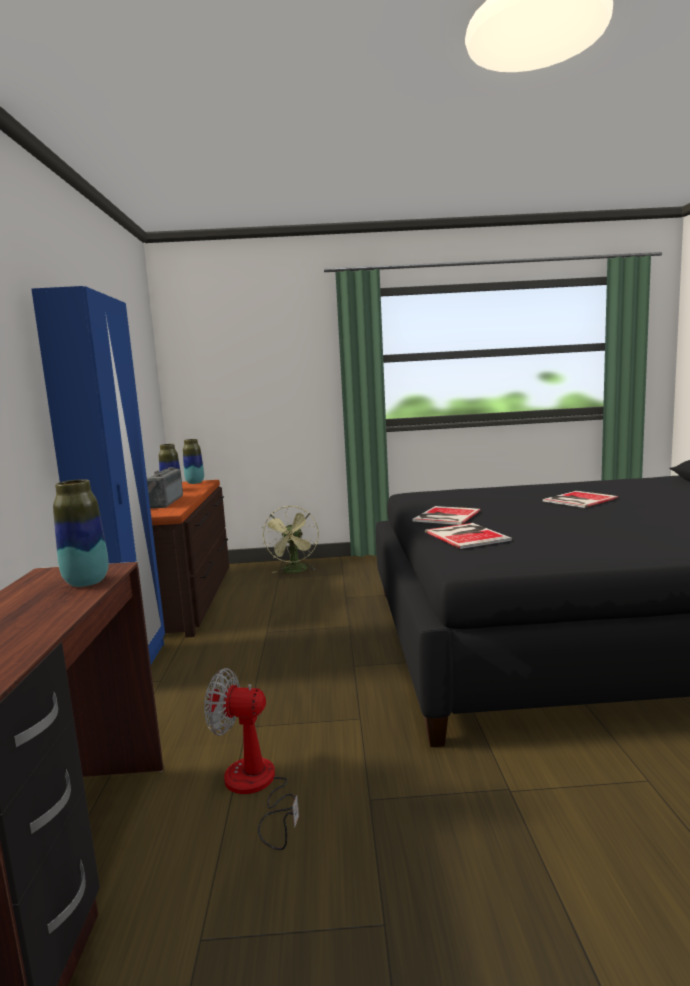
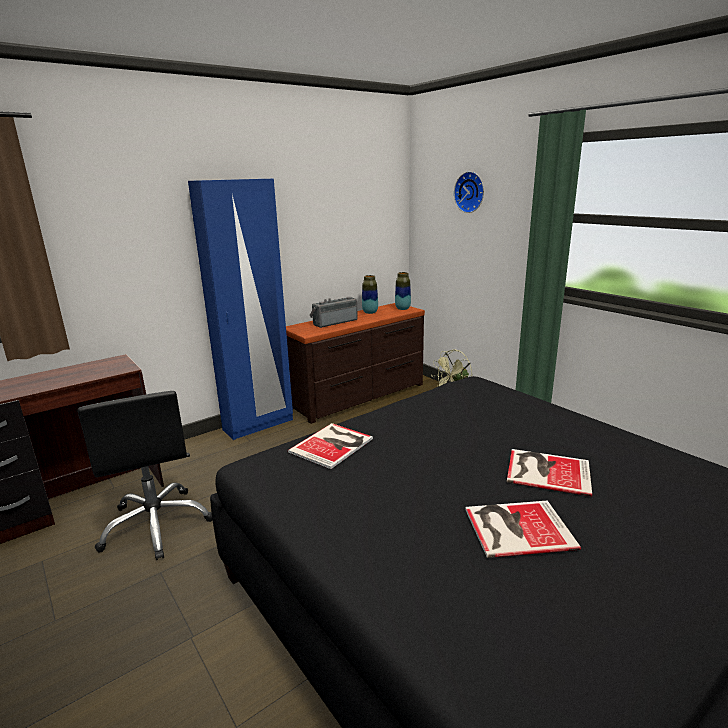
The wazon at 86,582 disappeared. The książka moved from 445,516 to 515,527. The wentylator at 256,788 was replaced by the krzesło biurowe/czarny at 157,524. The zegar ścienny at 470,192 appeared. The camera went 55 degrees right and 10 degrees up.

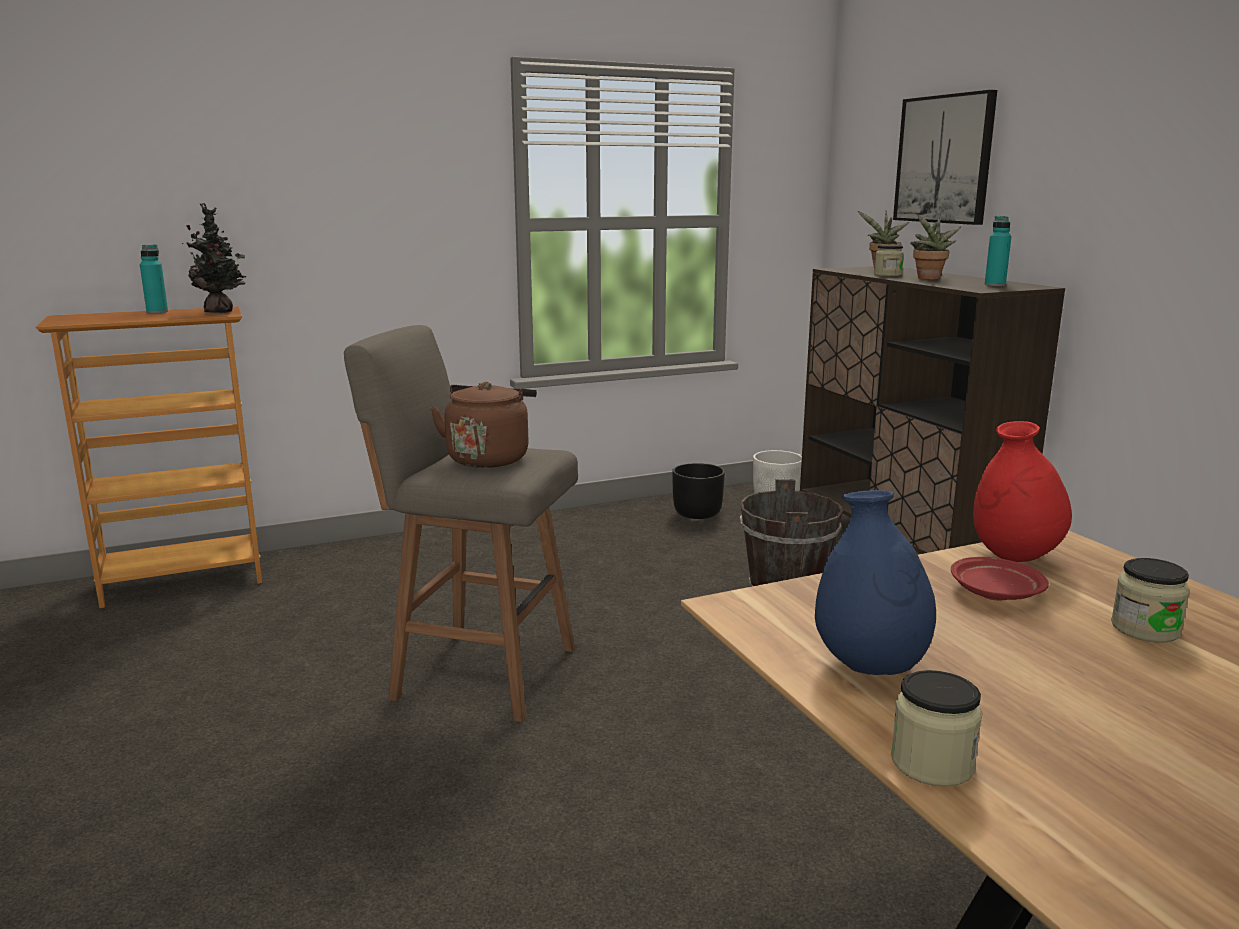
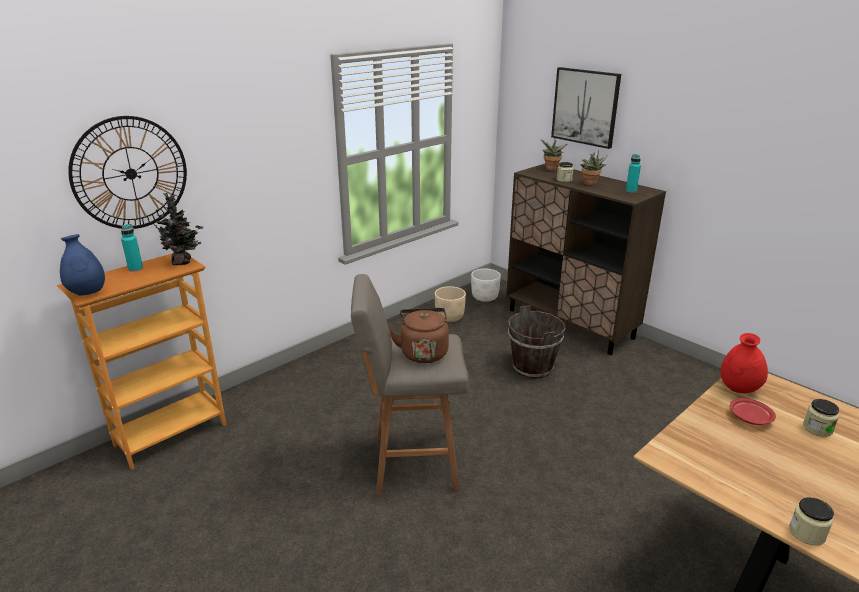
The donica/czarny at 697,513 became the donica/beżowy at 449,317. The wazon/niebieski moved from 870,666 to 87,293. The zegar ścienny at 130,173 appeared. The camera went 20 degrees left and 10 degrees up.

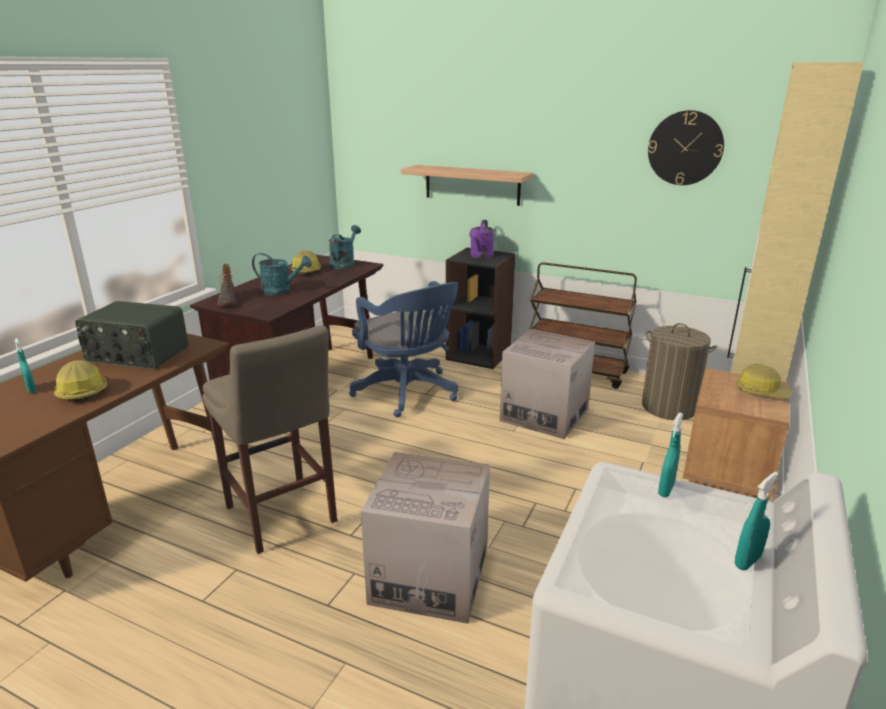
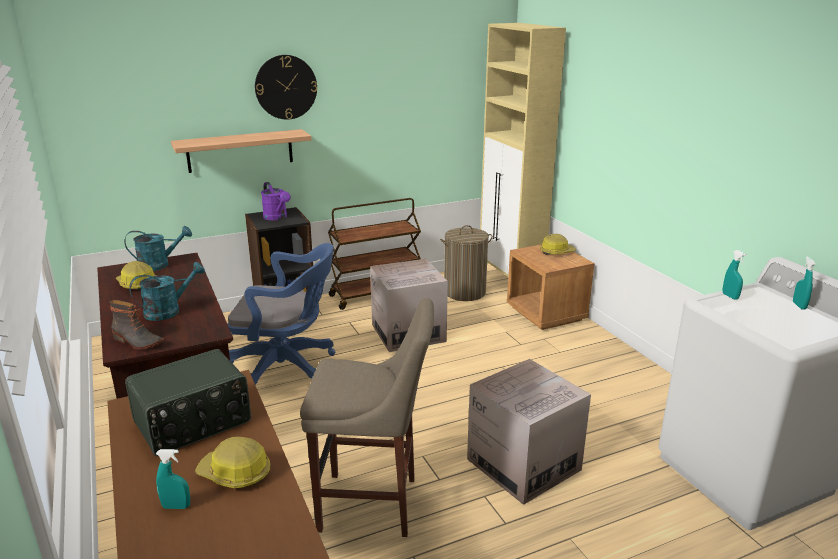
The zegar ścienny moved from 685,148 to 286,87. The konewka/turkusowy at 344,264 turned 105 degrees clockwise. The camera went 50 degrees left and 0 degrees up.

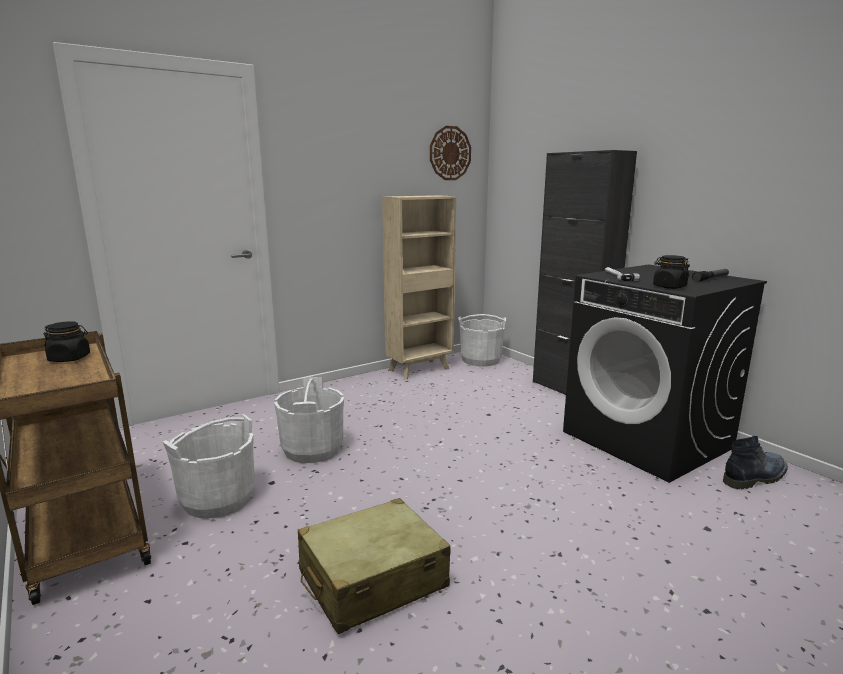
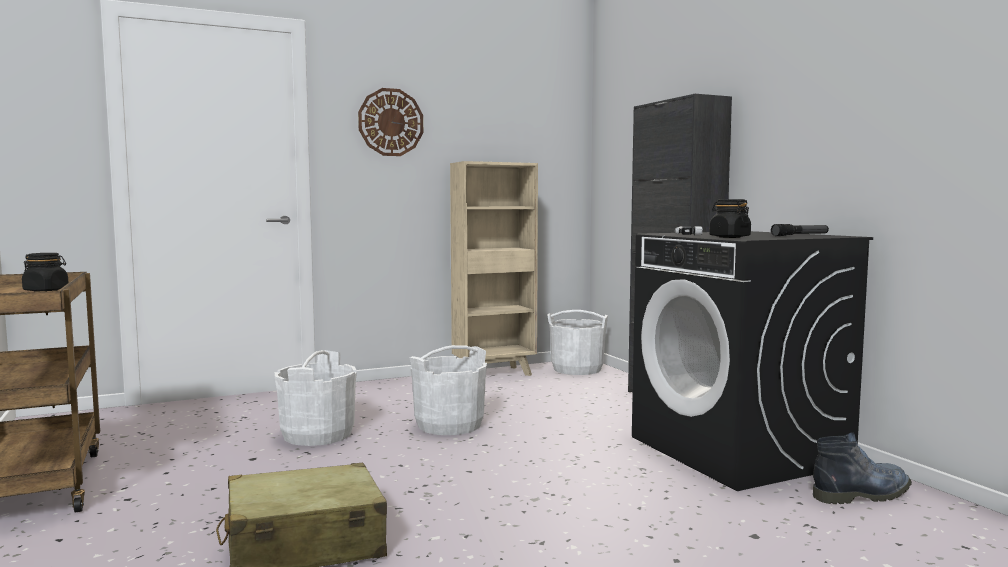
The zegar ścienny moved from 450,153 to 391,122. The wiadro/biały moved from 217,498 to 449,425. The camera went 10 degrees right and 10 degrees down.

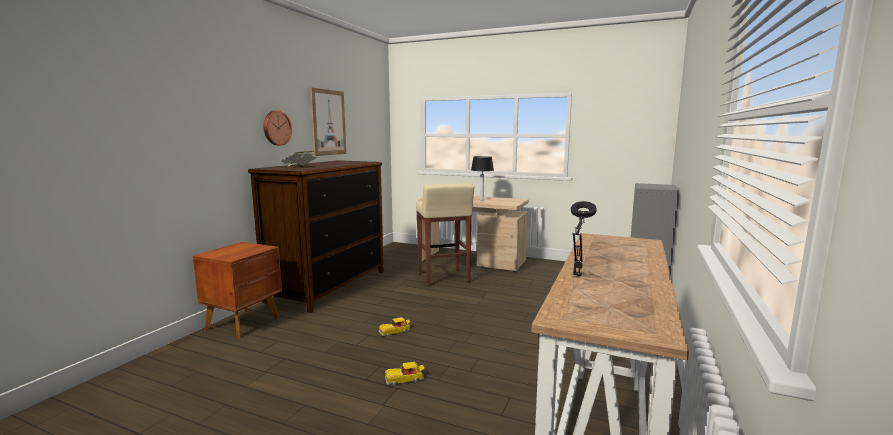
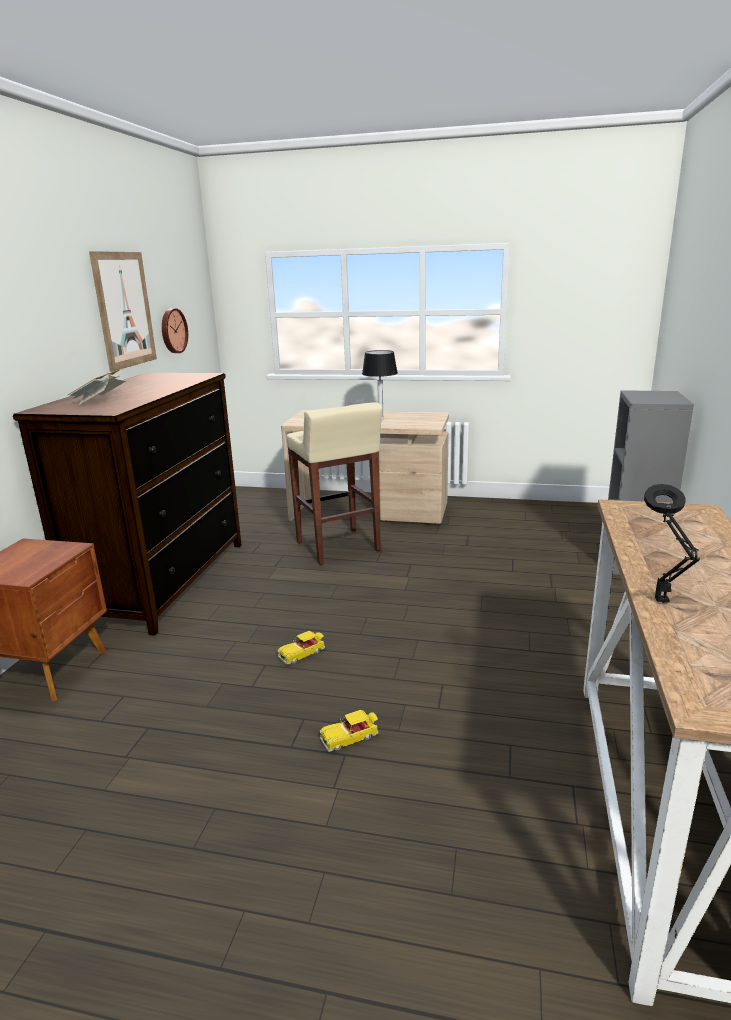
The zegar ścienny moved from 276,128 to 172,331. The camera went 10 degrees left and 10 degrees up.

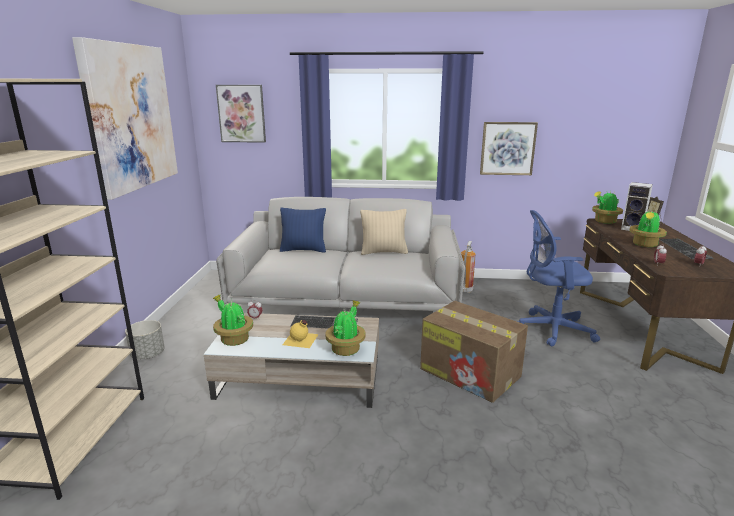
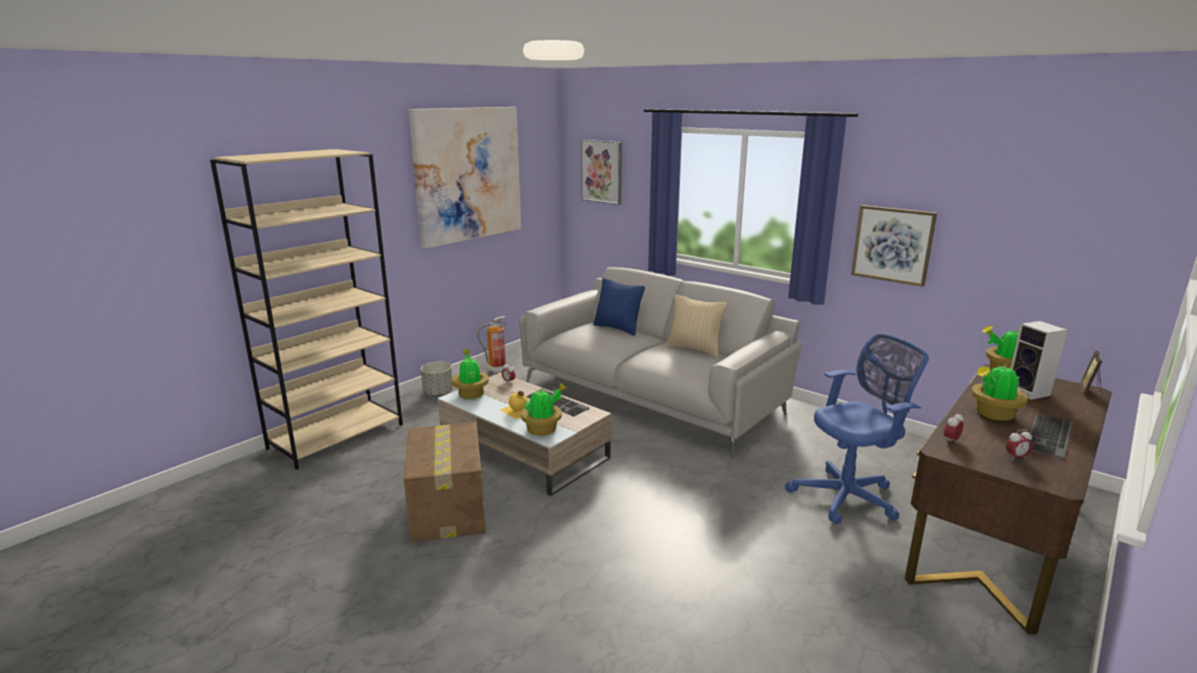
The krzesło biurowe/niebieski at 550,329 turned 120 degrees clockwise. The gaśnica moved from 465,291 to 496,370. The karton moved from 471,373 to 448,509. The camera went 35 degrees right and 0 degrees up.

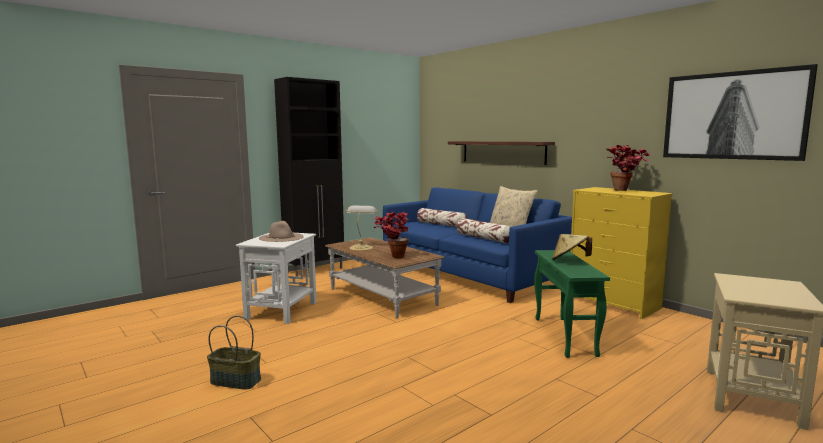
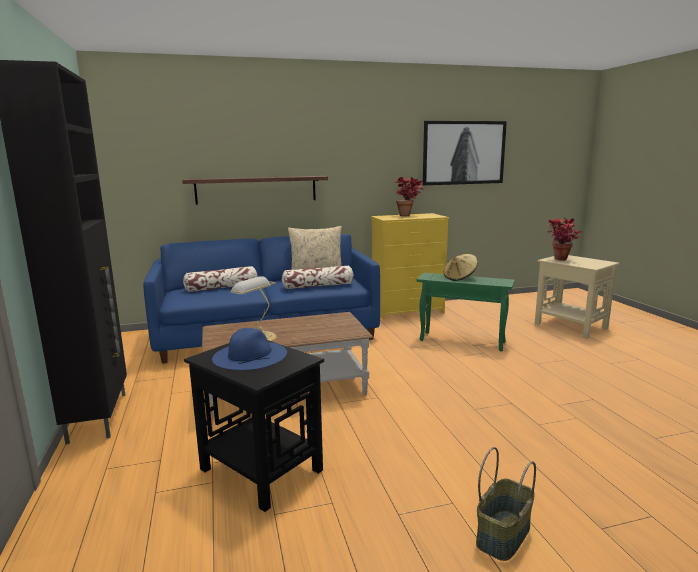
The roślina doniczkowa moved from 393,256 to 560,260. The kapelusz/beżowy at 281,237 became the kapelusz/niebieski at 250,355. The stolik/biały at 282,310 became the stolik/czarny at 260,469. The camera went 65 degrees left and 5 degrees up.

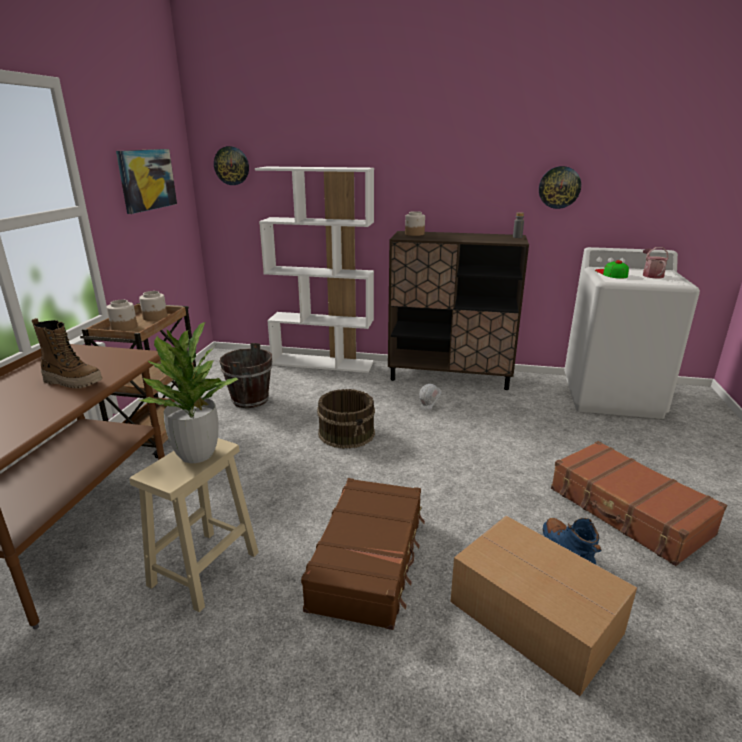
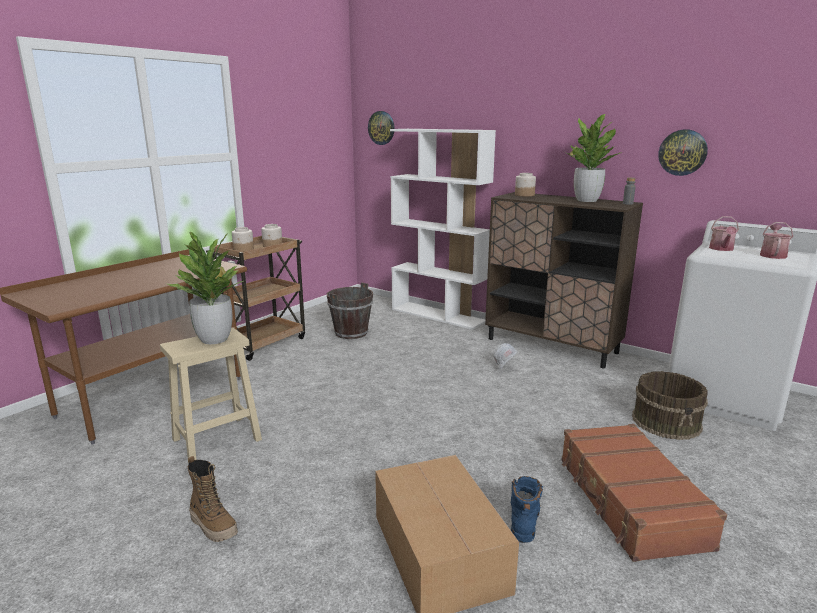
The obraz at 147,179 disappeared. The czapka z daszkiem at 611,273 was replaced by the konewka at 722,249. The but z cholewką moved from 73,382 to 213,526. The wiadro/brązowy moved from 347,433 to 667,422. The walizka/brązowy at 369,560 disappeared. The roślina doniczkowa at 586,200 appeared. The camera went 25 degrees right and 5 degrees down.

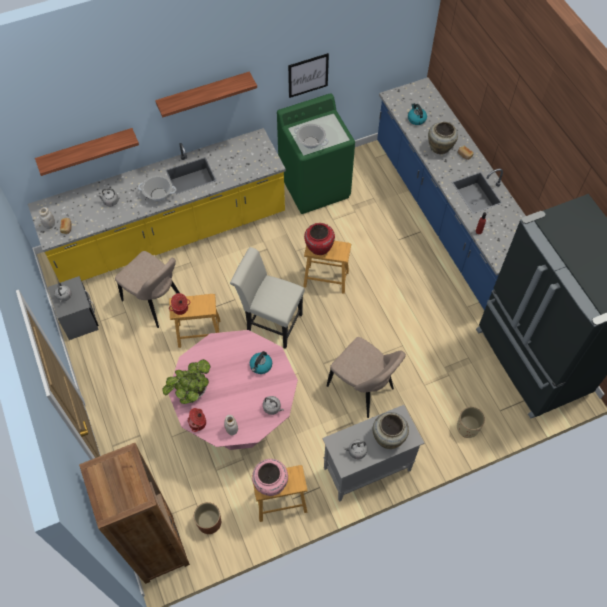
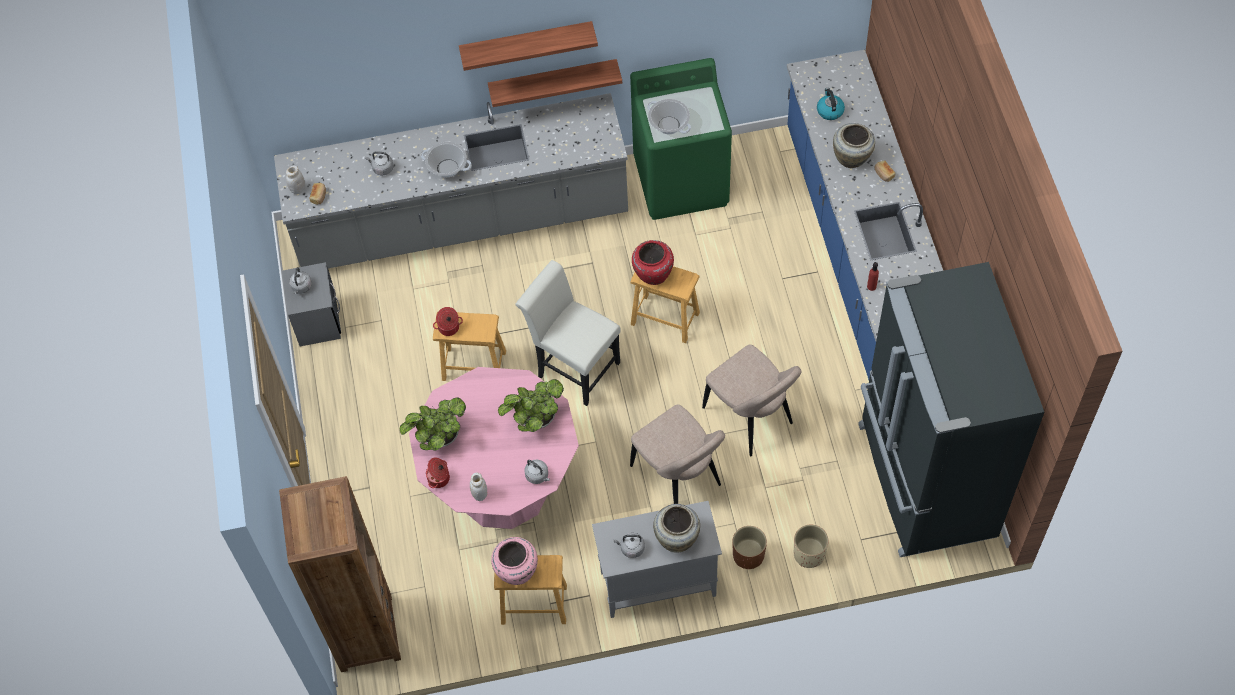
The obraz at 308,75 disappeared. The zabudowa kuchenna/żółty at 170,235 became the zabudowa kuchenna/szary at 462,222. The półka moved from 86,150 to 553,80. The krzesło/beżowy moved from 155,303 to 750,418. The czajnik at 261,366 was replaced by the roślina doniczkowa at 535,420. The donica/brązowy moved from 209,522 to 748,555. The camera went 15 degrees right and 0 degrees up.

